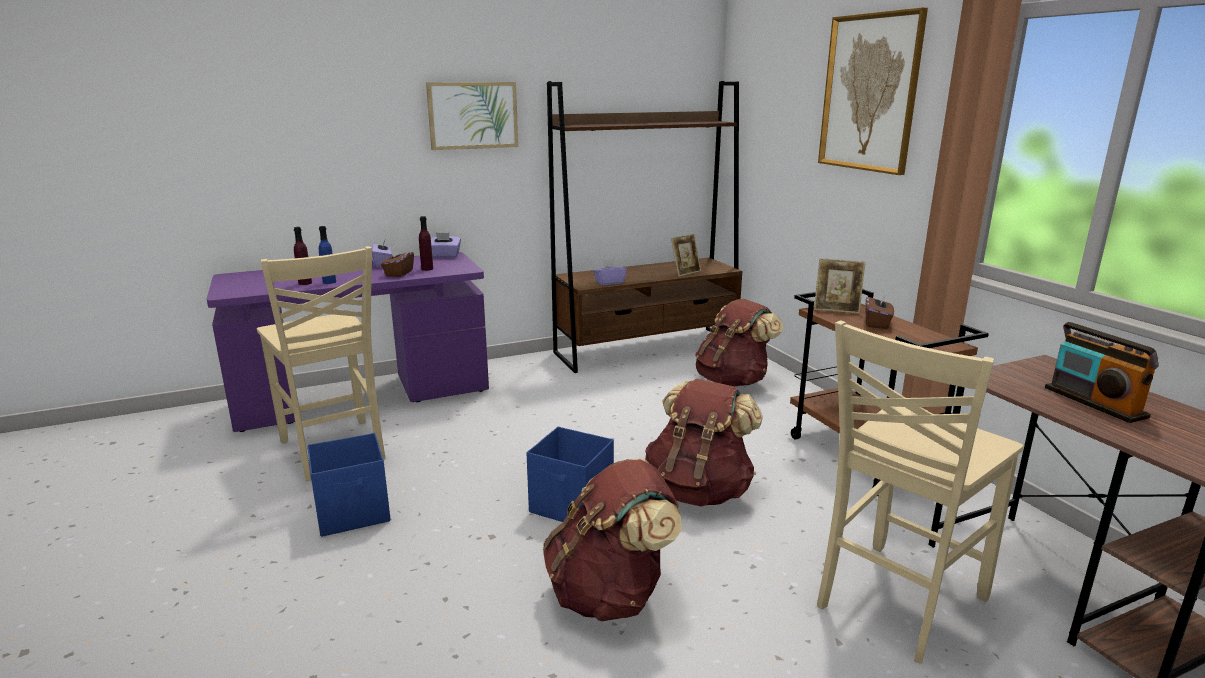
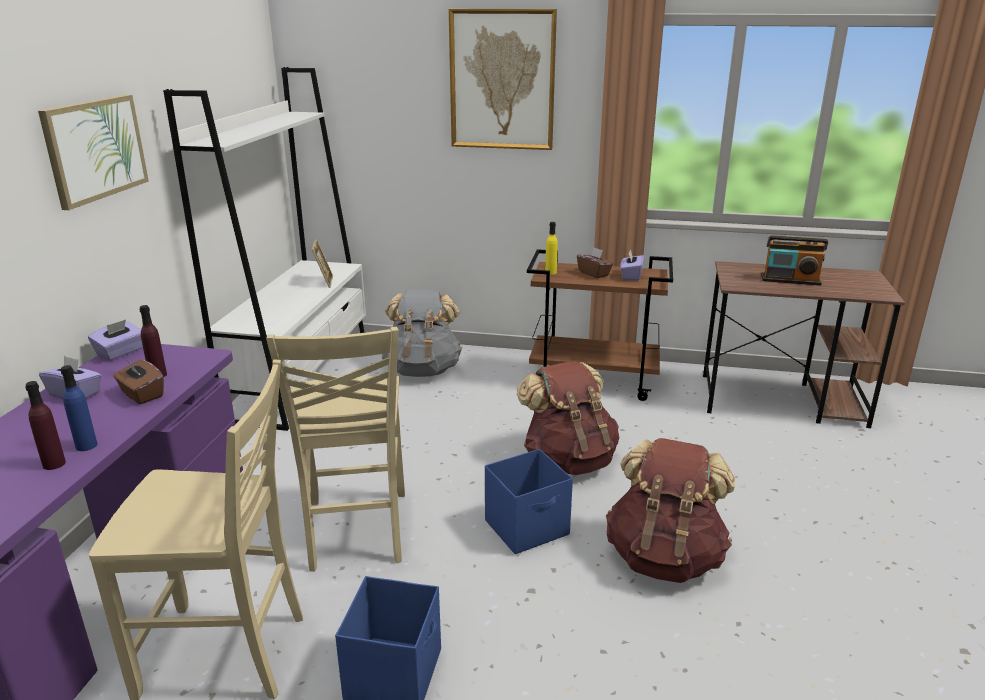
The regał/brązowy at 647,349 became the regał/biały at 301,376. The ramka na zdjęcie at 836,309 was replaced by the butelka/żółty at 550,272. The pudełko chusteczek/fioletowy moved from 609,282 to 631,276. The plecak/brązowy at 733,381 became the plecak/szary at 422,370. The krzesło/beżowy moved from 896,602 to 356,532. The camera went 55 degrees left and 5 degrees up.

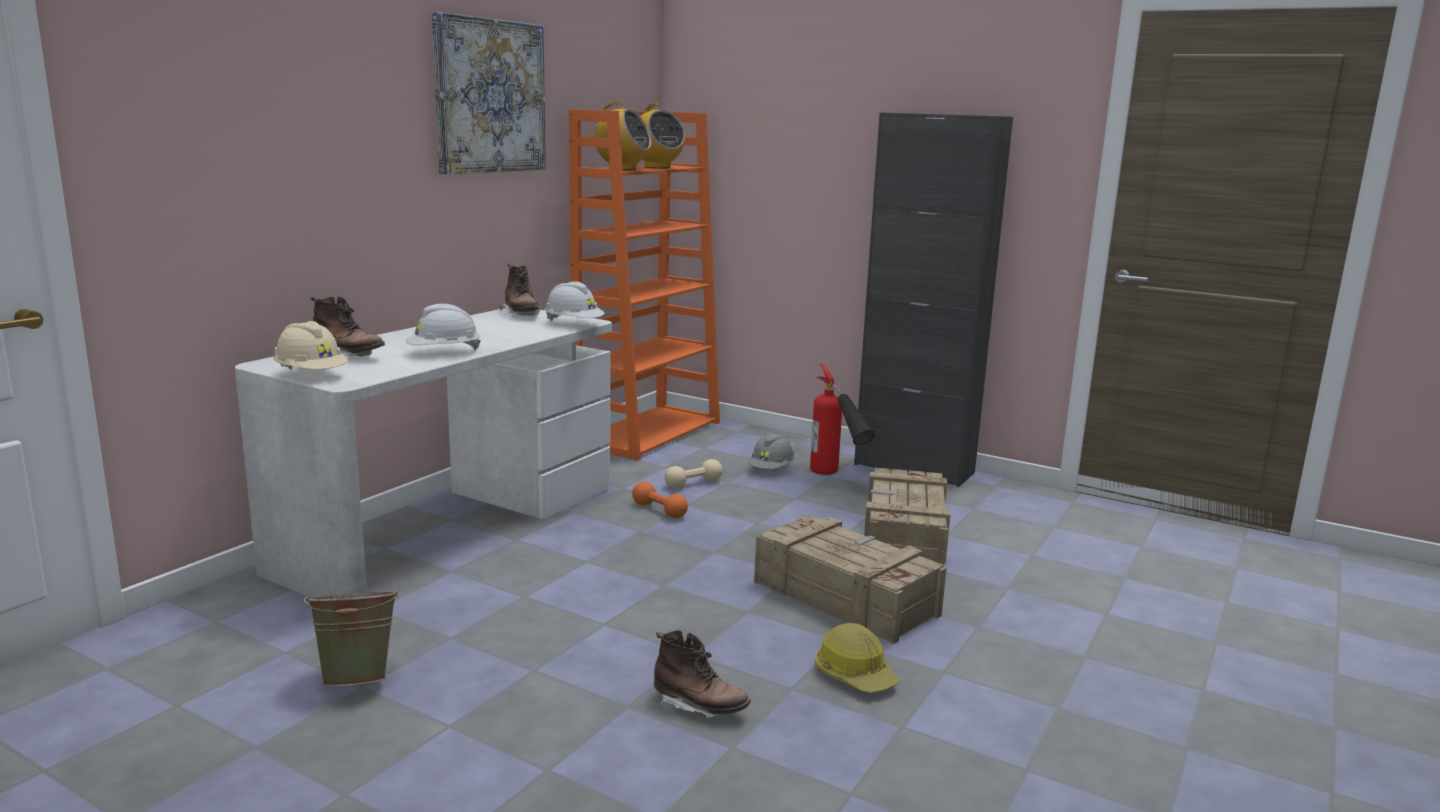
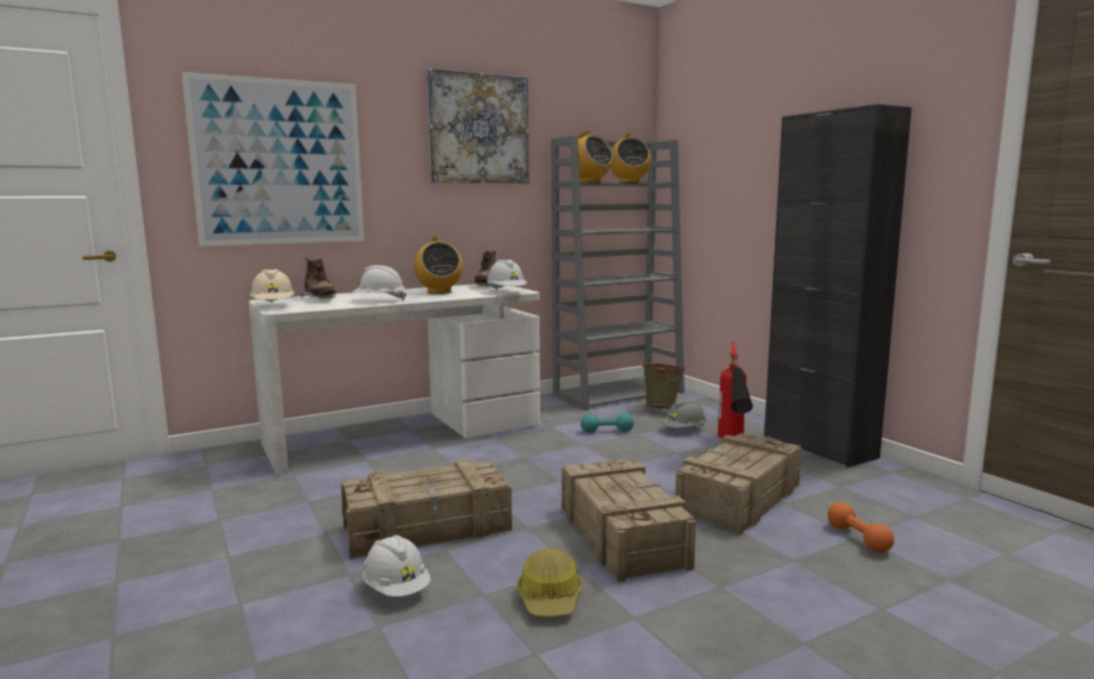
The regał/pomarańczowy at 648,432 became the regał/szary at 619,393. The hantel/beżowy at 693,484 became the hantel/turkusowy at 607,431. The hantel/pomarańczowy moved from 659,510 to 858,539. The wiadro/zielony moved from 358,678 to 662,408. The but z cholewką/brązowy at 699,707 was replaced by the kask/biały at 396,589. The obraz at 279,162 appeared. The radio at 439,292 appeared. The skrzynka at 428,528 appeared. The camera went 30 degrees right and 5 degrees down.

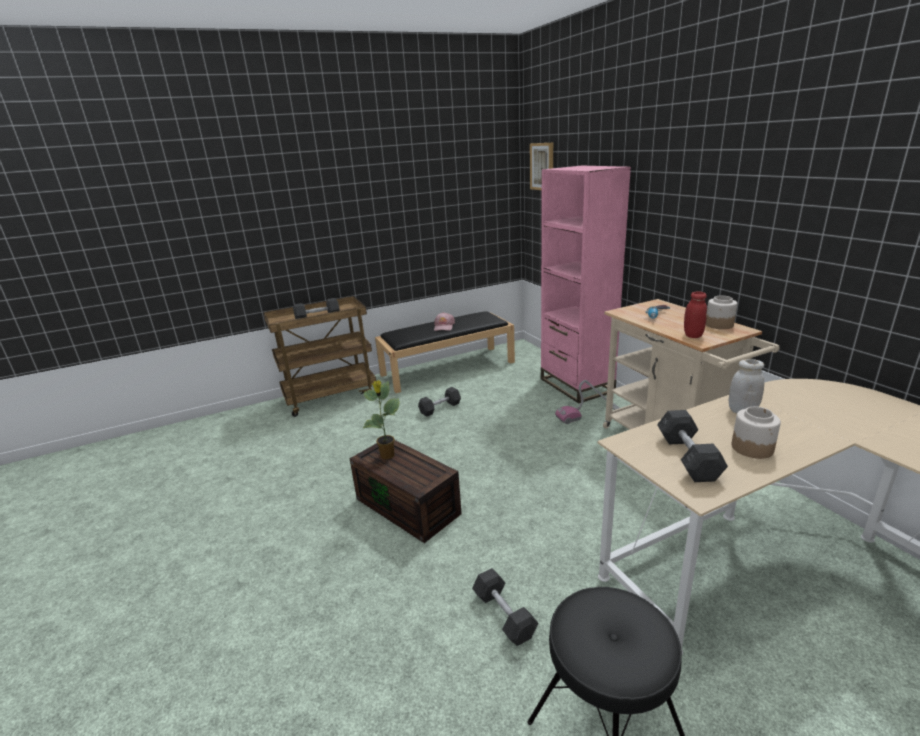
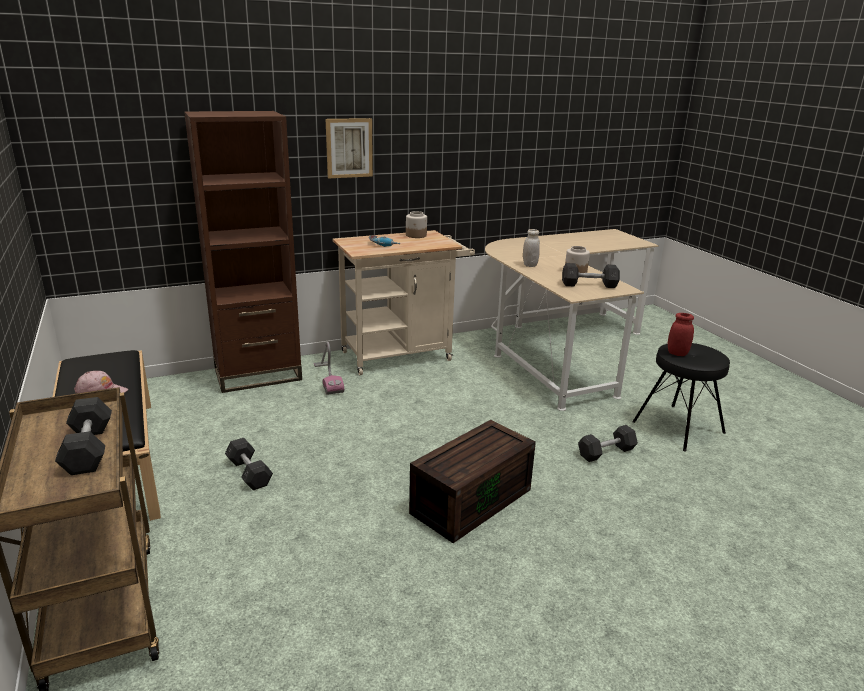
The obraz moved from 542,166 to 349,148. The regał/różowy at 576,385 became the regał/brązowy at 258,375. The słoik/czerwony moved from 693,335 to 677,353. The roślina doniczkowa at 387,456 disappeared. The camera went 90 degrees left and 0 degrees up.

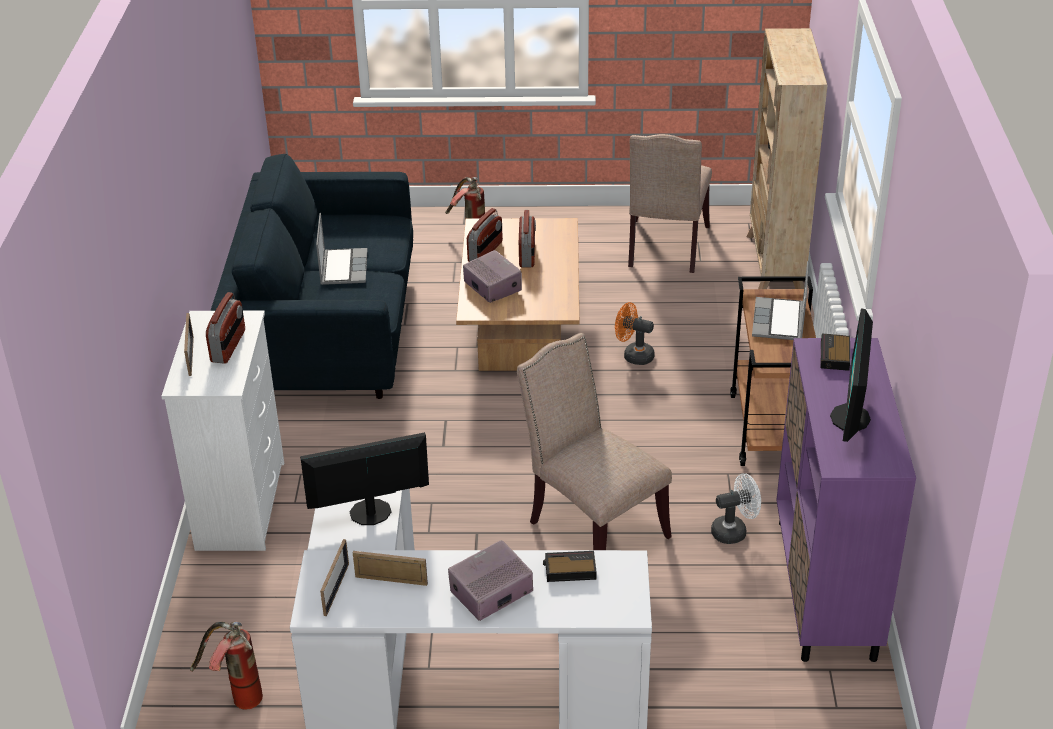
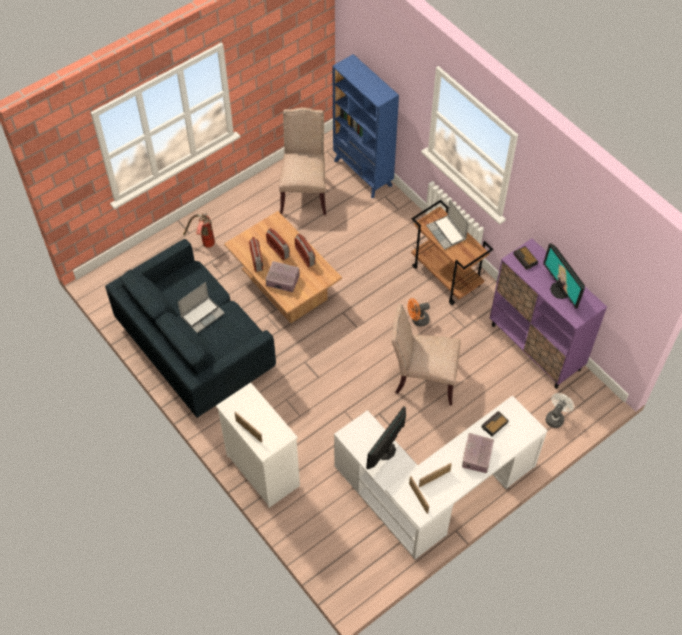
The regał/beżowy at 774,265 became the regał/niebieski at 363,173. The krzesło/beżowy at 665,249 turned 150 degrees counterclockwise. The laptop at 343,268 turned 90 degrees clockwise. The radio moved from 229,346 to 305,256. The wentylator/pomarańczowy moved from 633,355 to 417,320. The wentylator/biały moved from 734,531 to 556,417. The gaśnica at 235,698 disappeared. The camera went 40 degrees left and 20 degrees up.

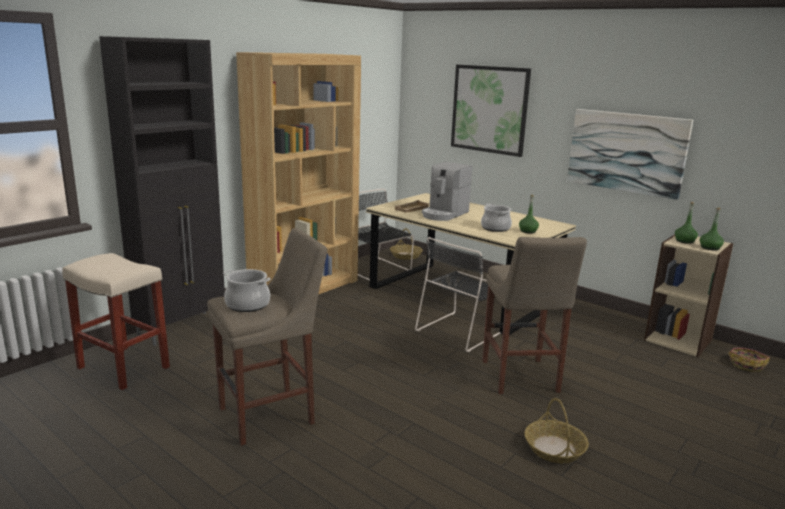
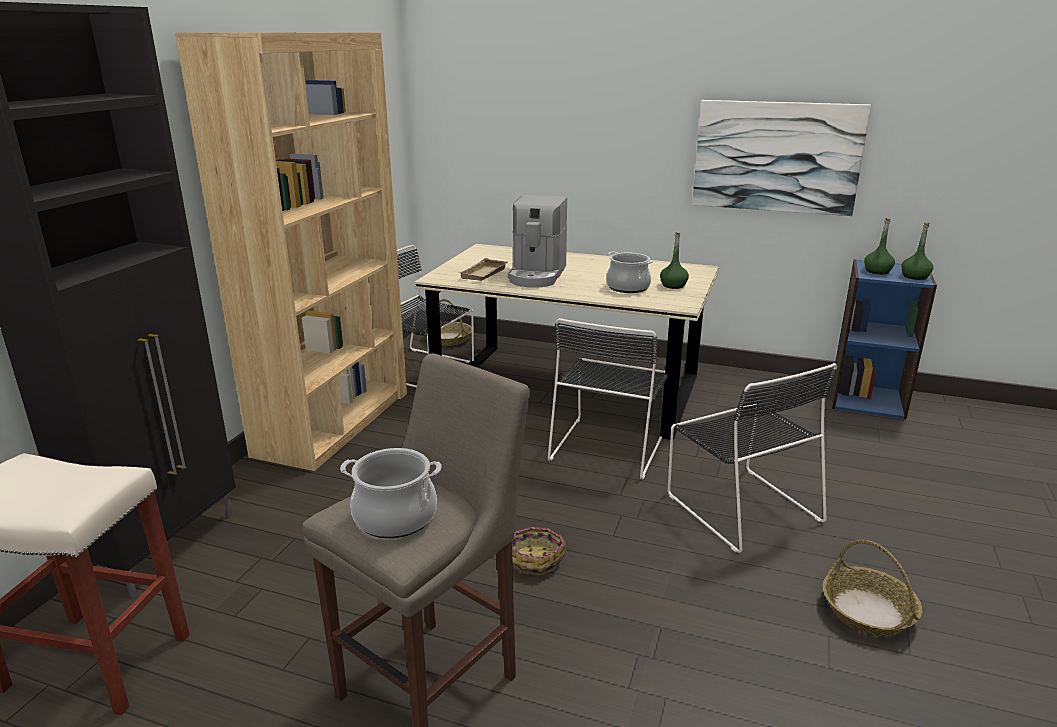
The obraz at 489,109 disappeared. The regał/beżowy at 678,340 became the regał/niebieski at 867,399. The stołek/beżowy at 520,378 was replaced by the krzesło/czarny at 740,505. The koszyk moved from 746,364 to 535,559. The camera went 20 degrees left and 5 degrees up.

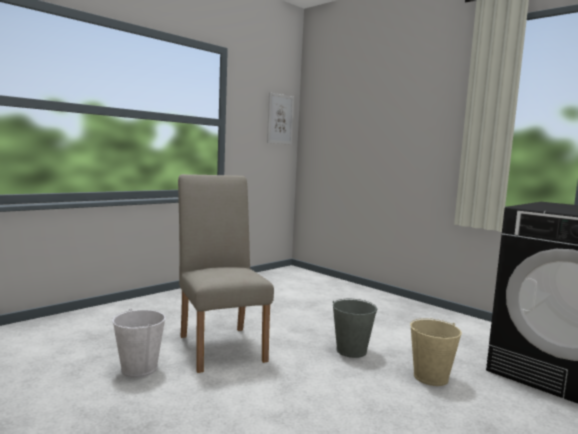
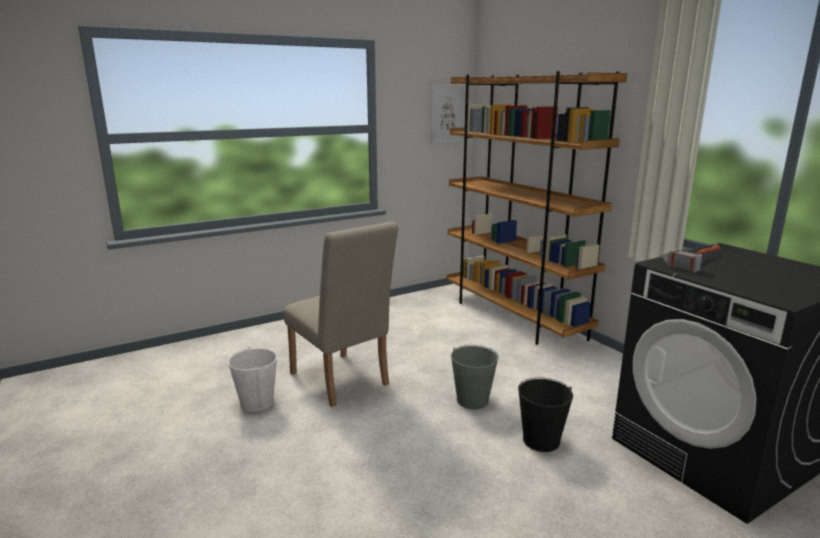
The krzesło/beżowy at 220,344 turned 150 degrees clockwise. The wiadro/beżowy at 431,377 became the wiadro/czarny at 541,441. The regał/brązowy at 513,317 appeared. The młotek at 693,260 appeared. The camera went 15 degrees right and 10 degrees up.

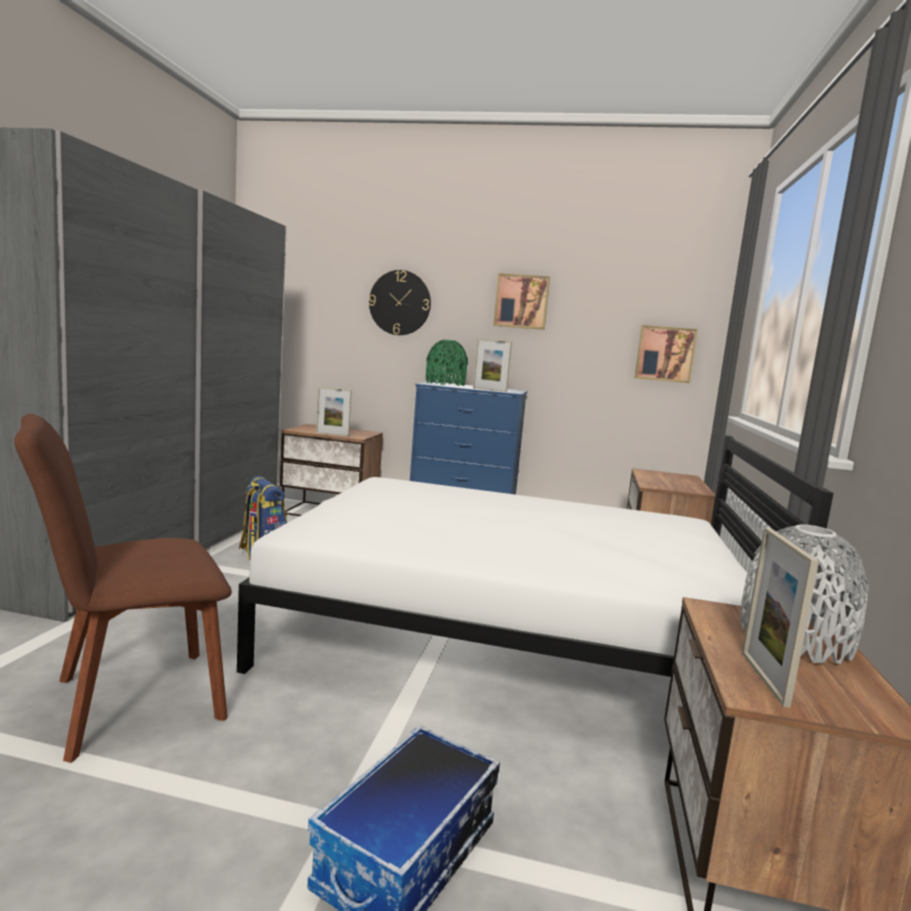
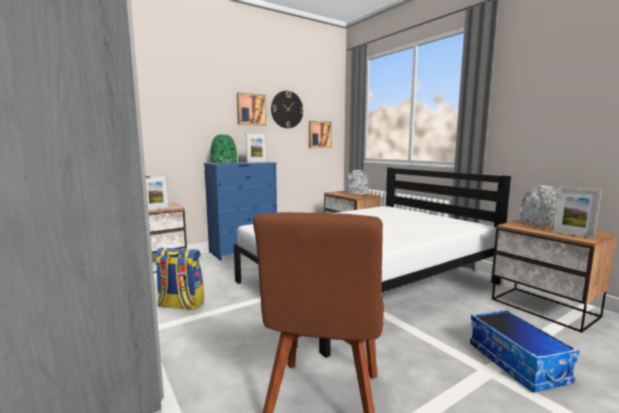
The zegar ścienny moved from 400,303 to 287,109. The wazon/szary at 356,194 appeared. The camera went 45 degrees left and 0 degrees up.

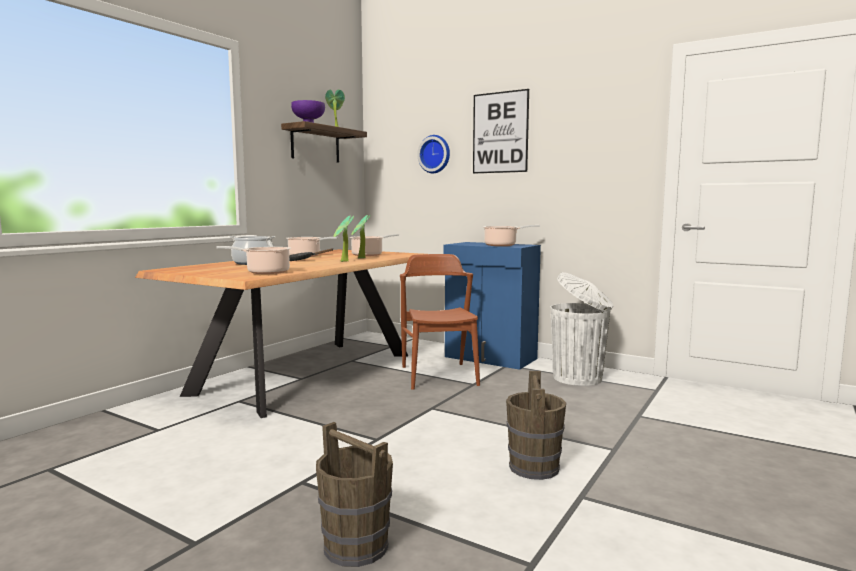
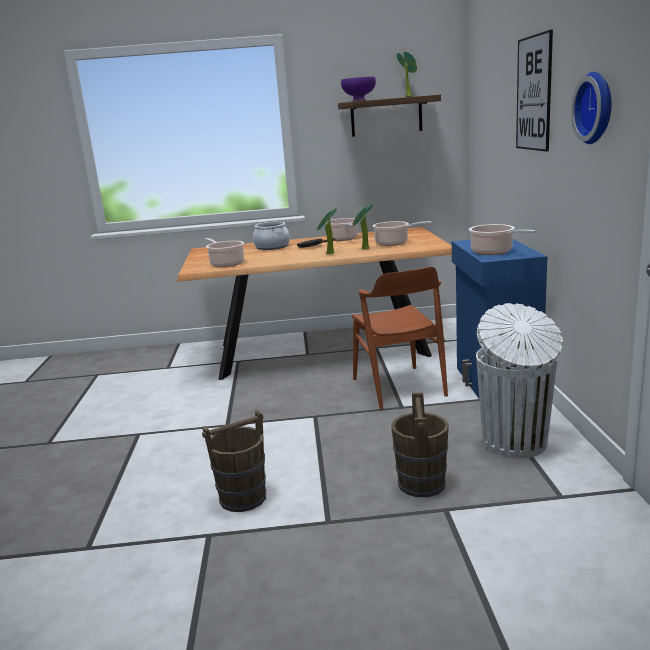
The zegar ścienny moved from 435,154 to 597,108. The krzesło/brązowy at 439,375 turned 120 degrees clockwise. The wiadro/brązowy moved from 355,546 to 421,483. The camera went 55 degrees right and 10 degrees up.

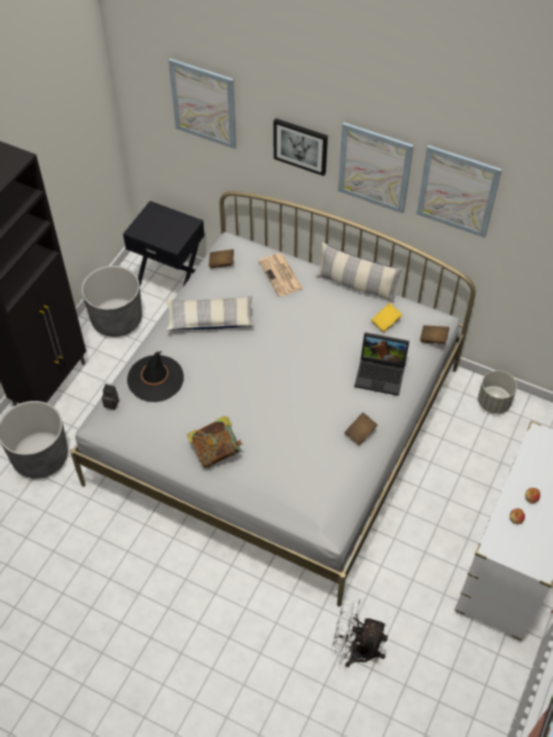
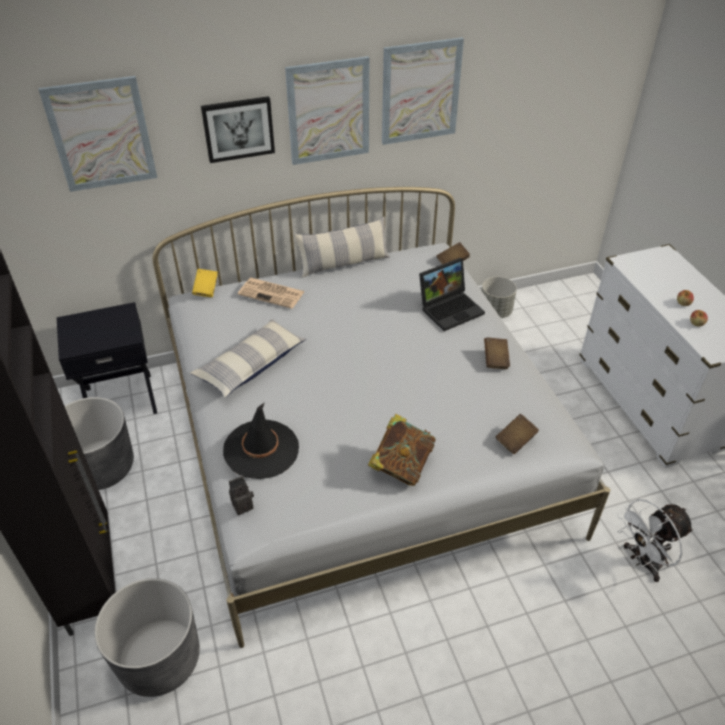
The książka/brązowy moved from 221,263 to 515,440. The książka/żółty moved from 386,322 to 206,289. The camera went 45 degrees left and 10 degrees down.

